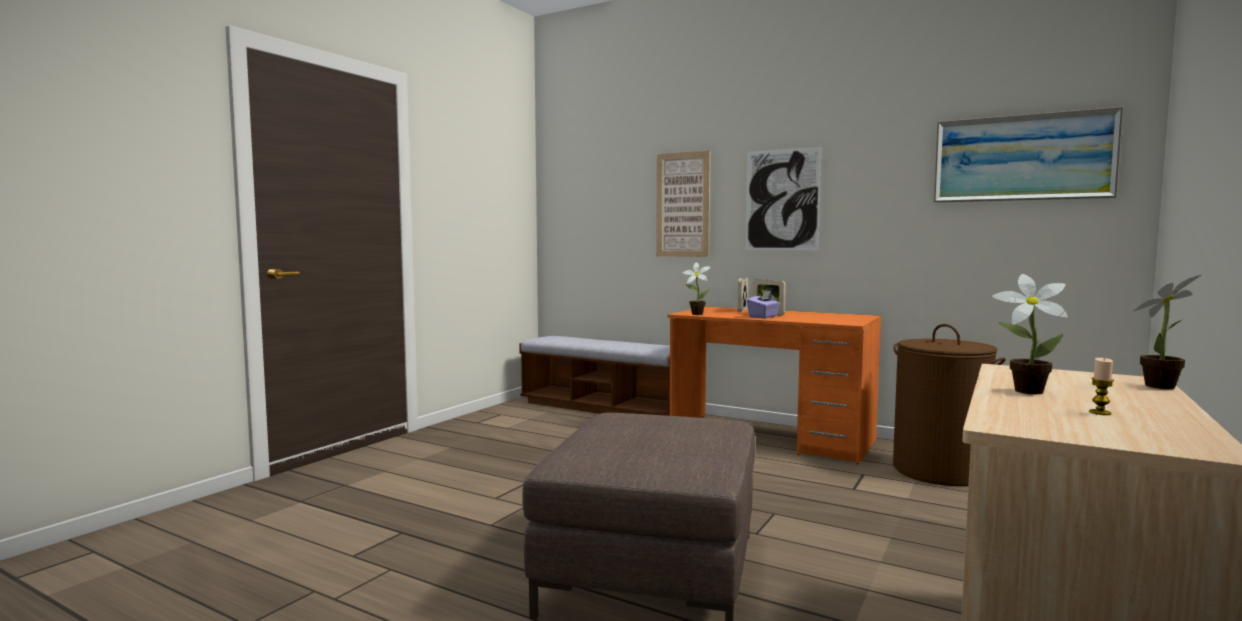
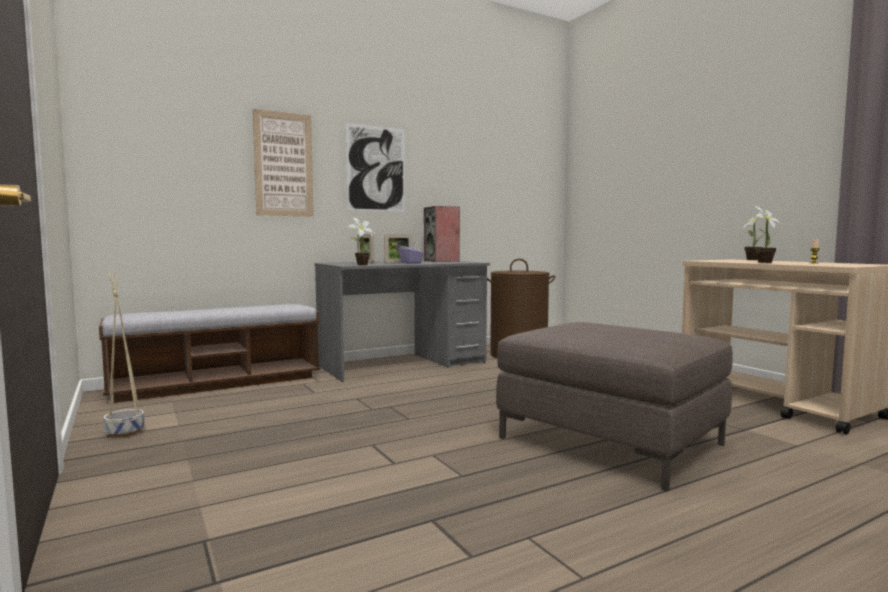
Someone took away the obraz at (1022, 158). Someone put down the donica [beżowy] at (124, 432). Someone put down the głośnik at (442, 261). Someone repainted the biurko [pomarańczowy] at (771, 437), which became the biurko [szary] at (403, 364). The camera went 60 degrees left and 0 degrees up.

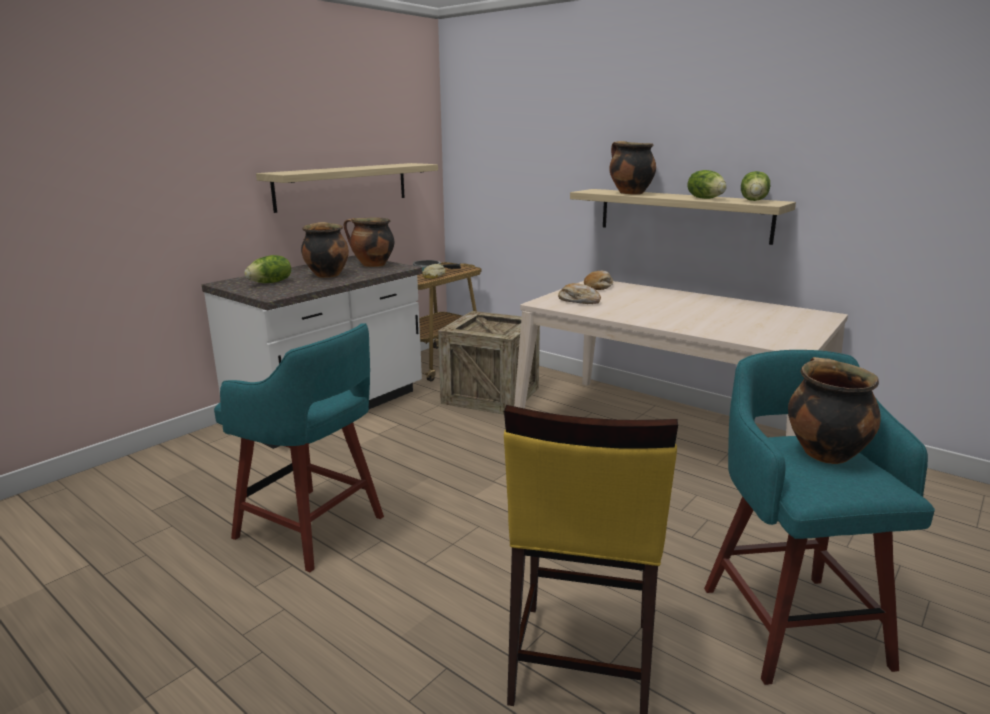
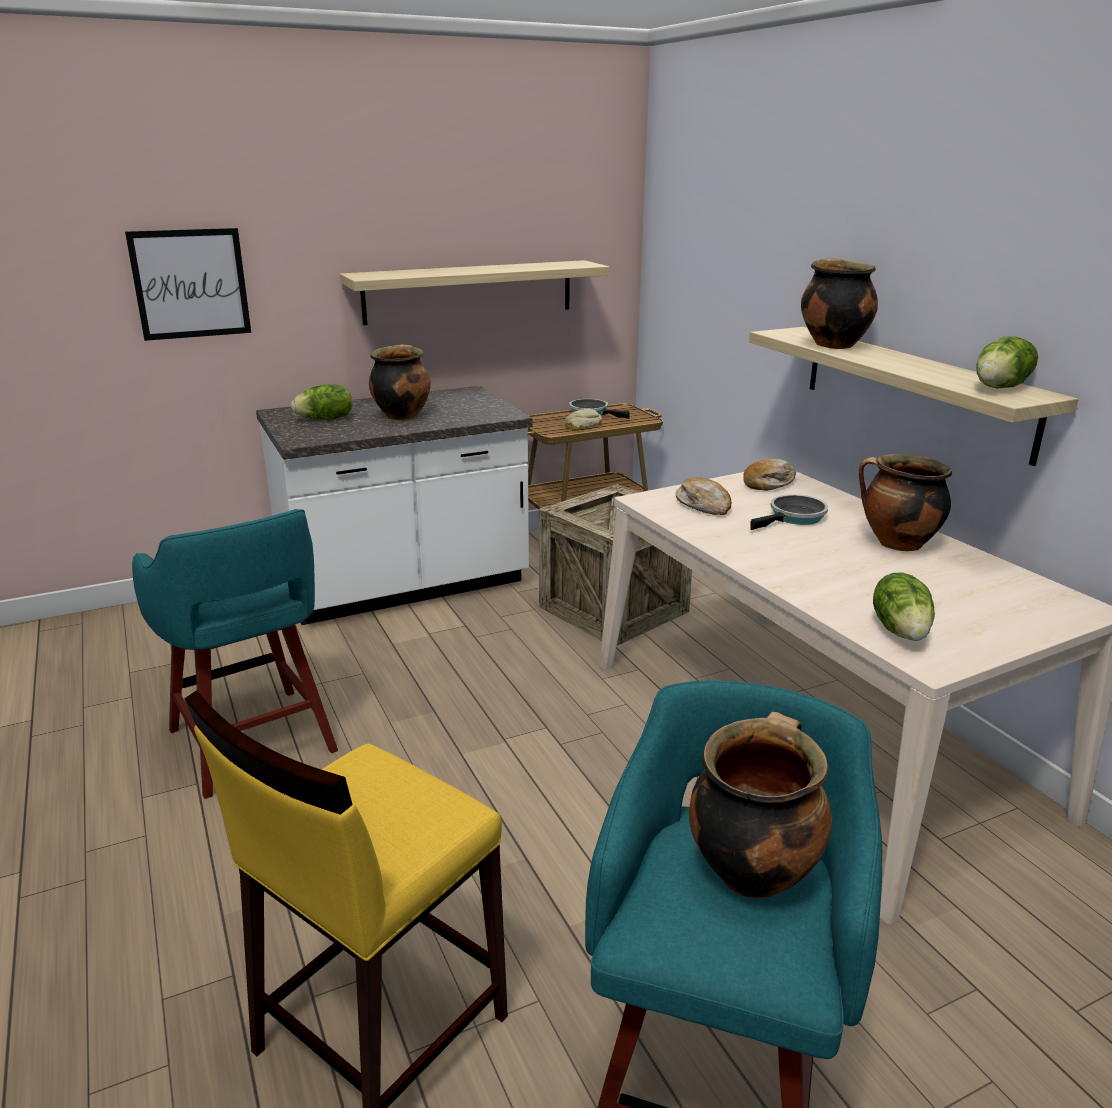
Someone put up the obraz at (190, 284). Someone put down the patelnia at (794, 517). Someone carried the garnek from (372, 265) to (896, 544). Someone carried the sałata from (706, 198) to (901, 630). The camera went 25 degrees right and 5 degrees up.

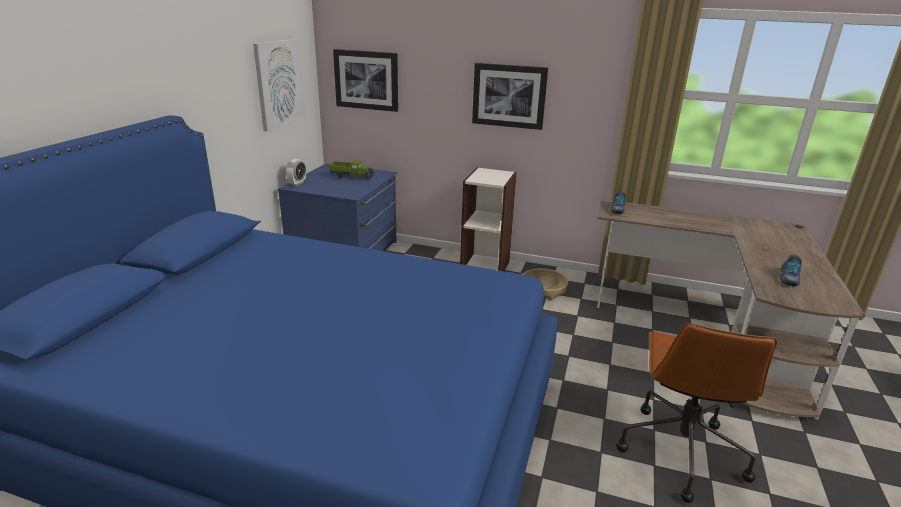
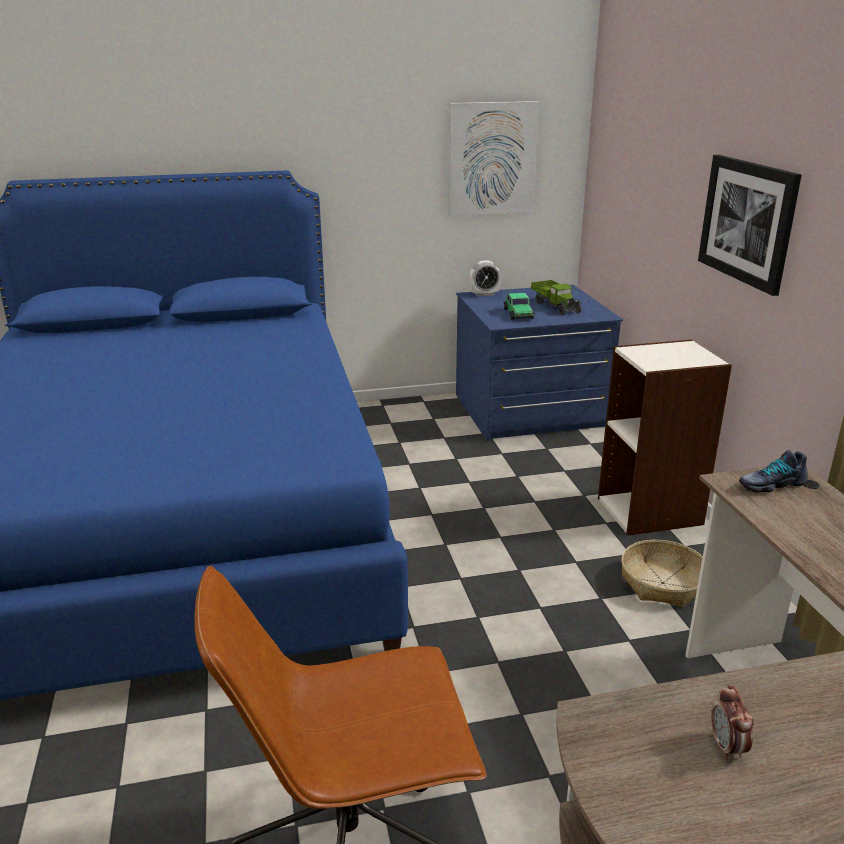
Someone took away the obraz at (366, 80). Someone put down the samochodzik at (518, 314). Someone swapped the but at (788, 278) for the budzik at (727, 747). The camera went 60 degrees right and 0 degrees up.

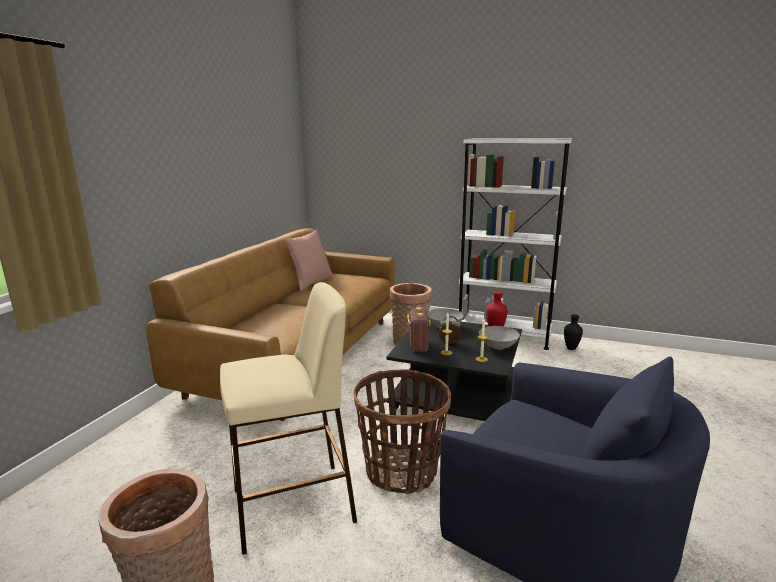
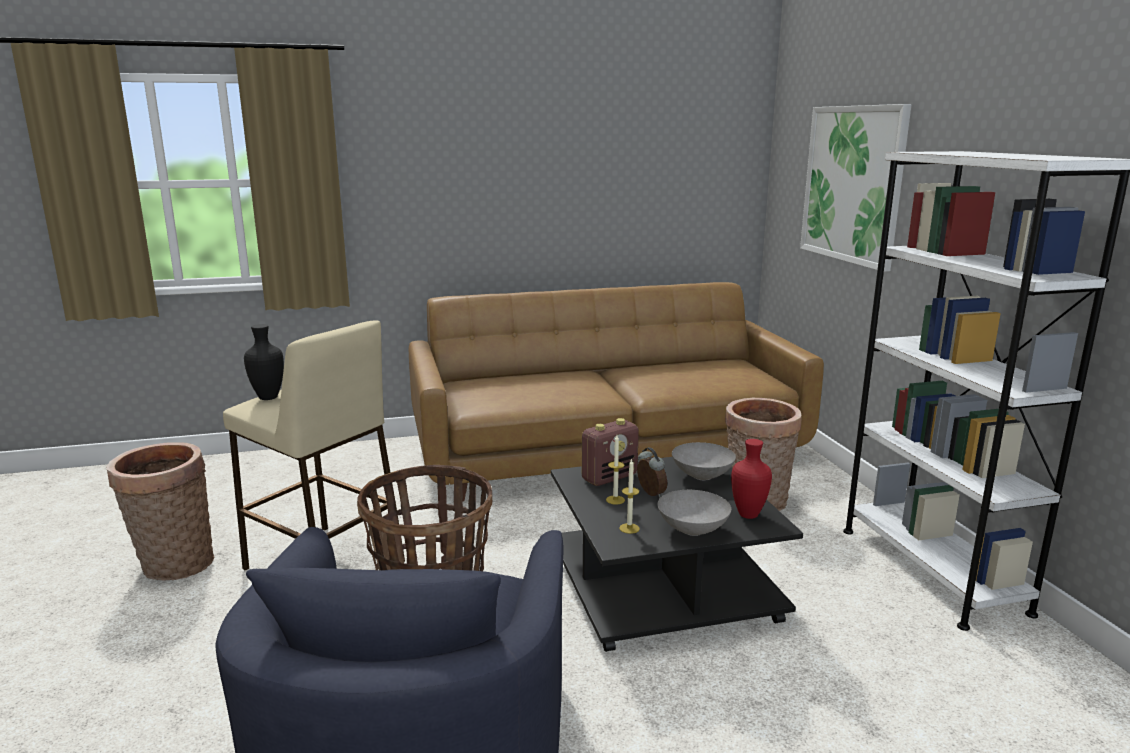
Someone took away the poduszka [różowy] at (311, 283). Someone put up the obraz at (852, 184). Someone carried the wazon [czarny] from (571, 348) to (268, 398). The camera went 55 degrees right and 0 degrees up.

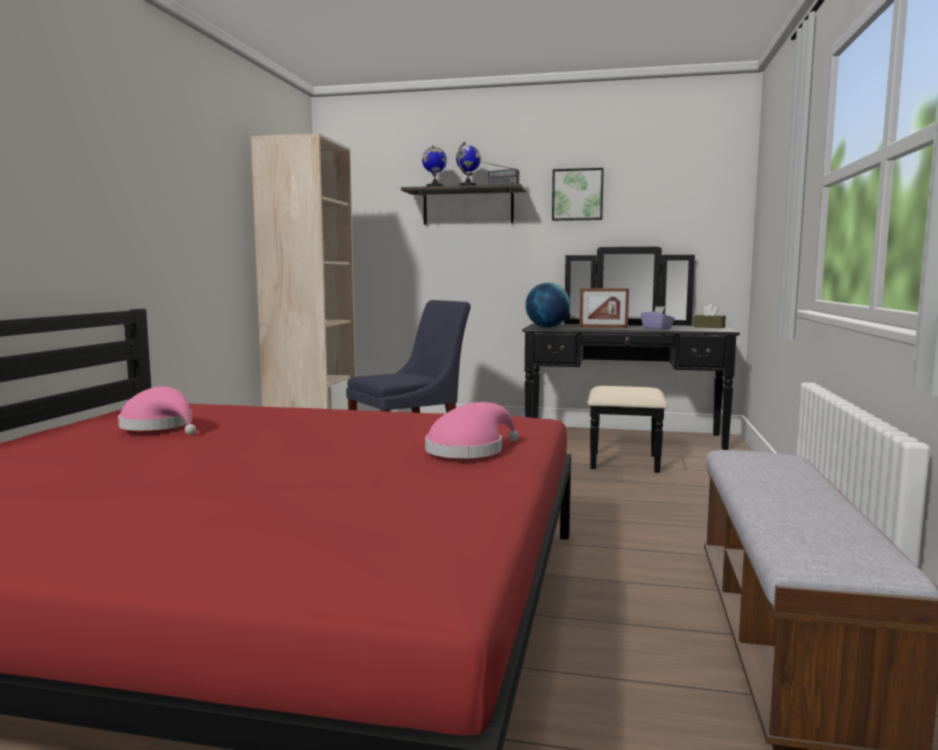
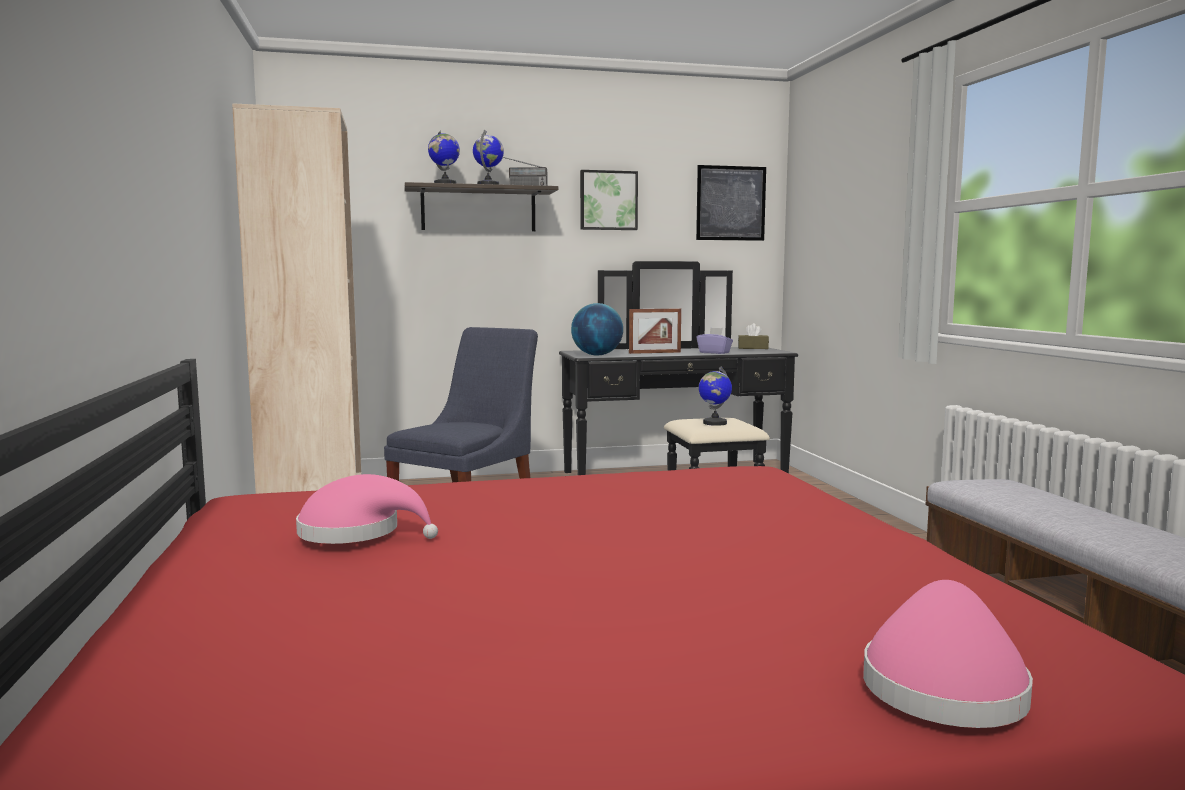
Someone put up the obraz at (731, 203). Someone put down the globus at (714, 423). Someone carried the kapelusz [różowy] from (469, 450) to (942, 685). The camera went 25 degrees left and 0 degrees up.

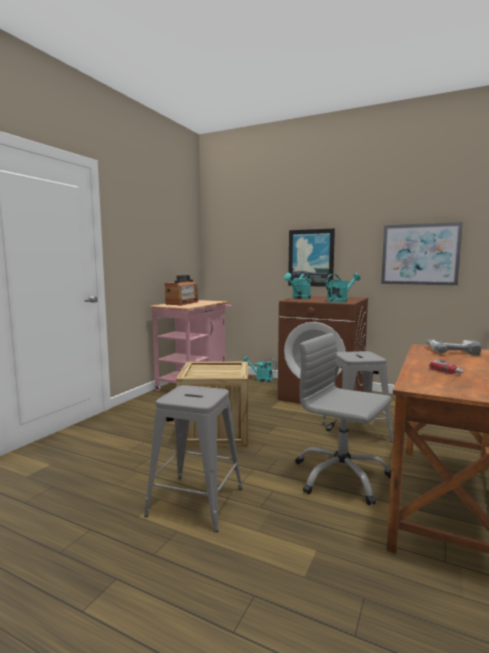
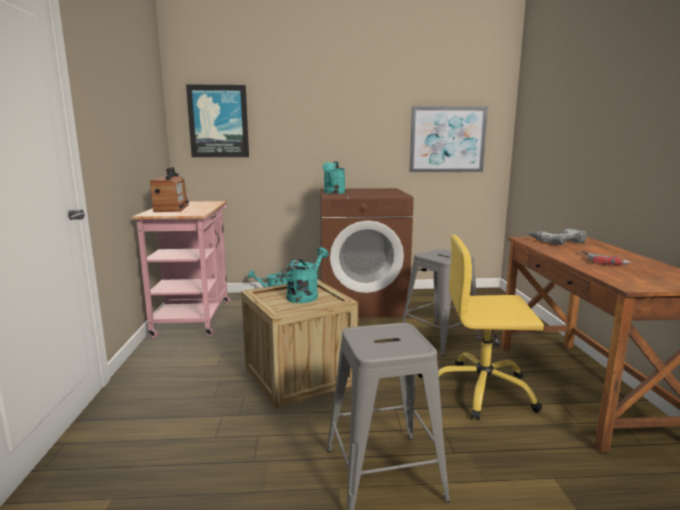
Someone carried the obraz from (311, 258) to (218, 121). Someone carried the konewka [turkusowy] from (340, 301) to (305, 295). Someone repainted the krzesło biurowe [szary] at (341, 477), which became the krzesło biurowe [żółty] at (482, 391). The camera went 30 degrees left and 5 degrees up.

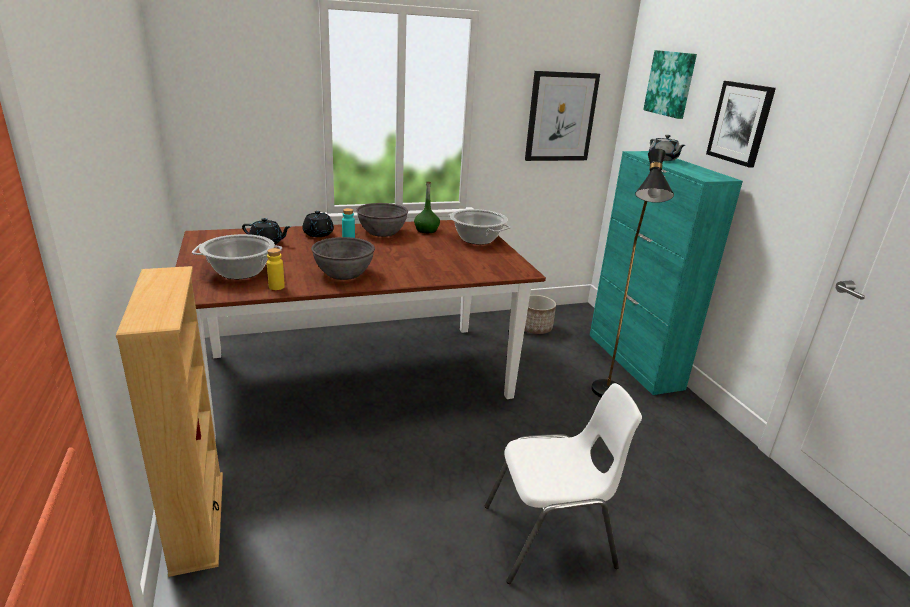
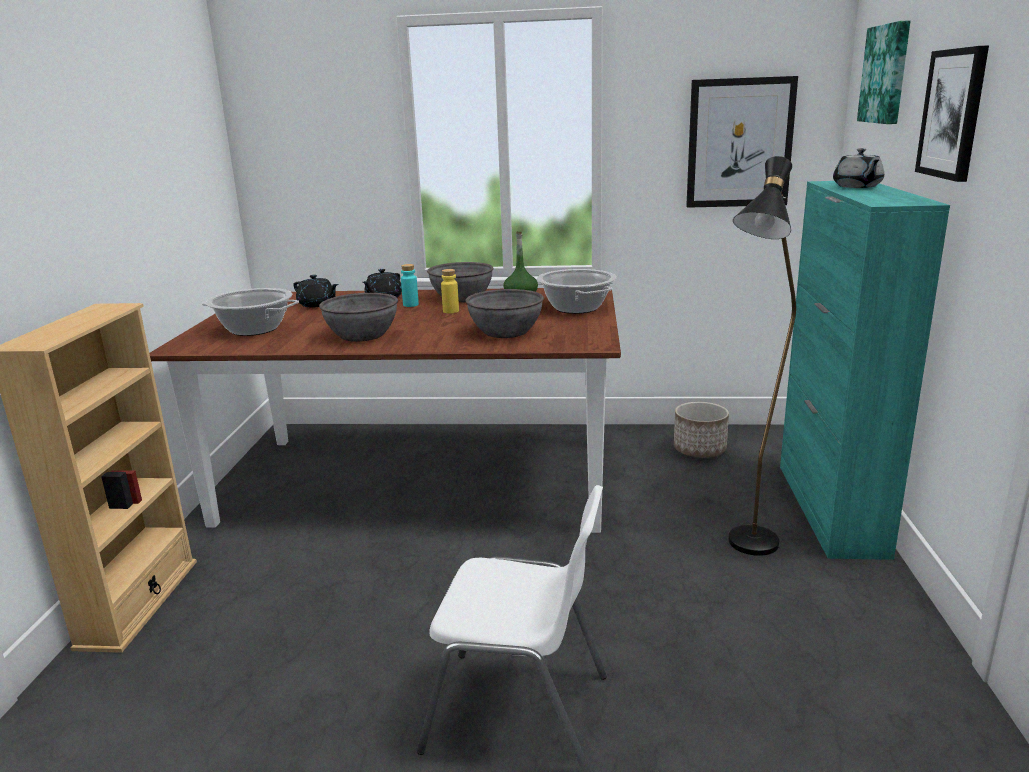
Someone put down the miska [szary] at (506, 332). Someone carried the butelka [żółty] from (276, 287) to (451, 311). The camera went 25 degrees right and 5 degrees down.

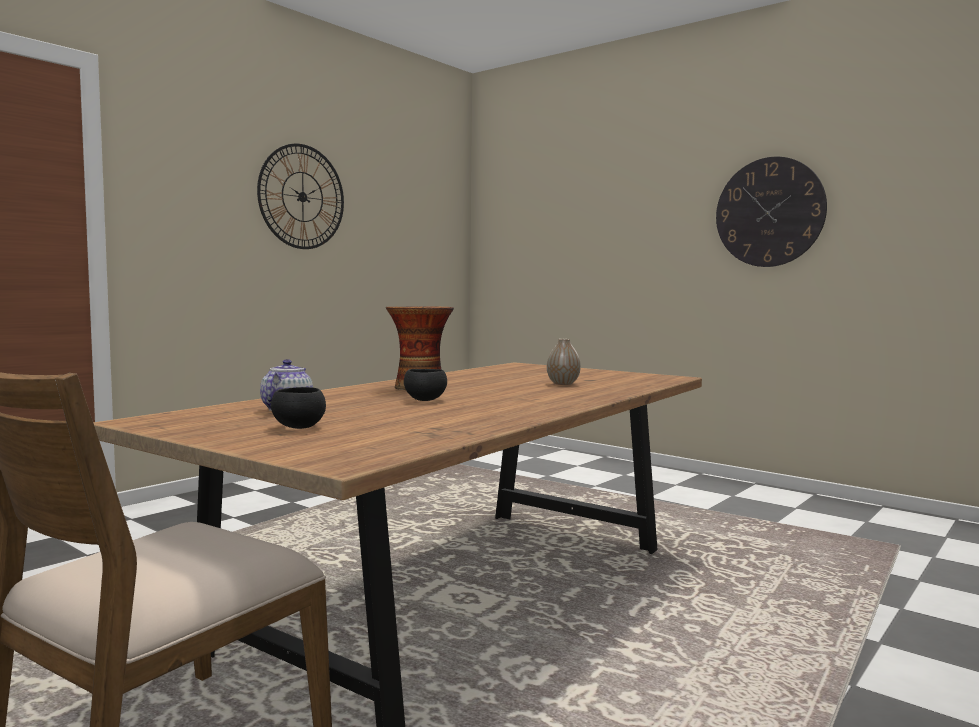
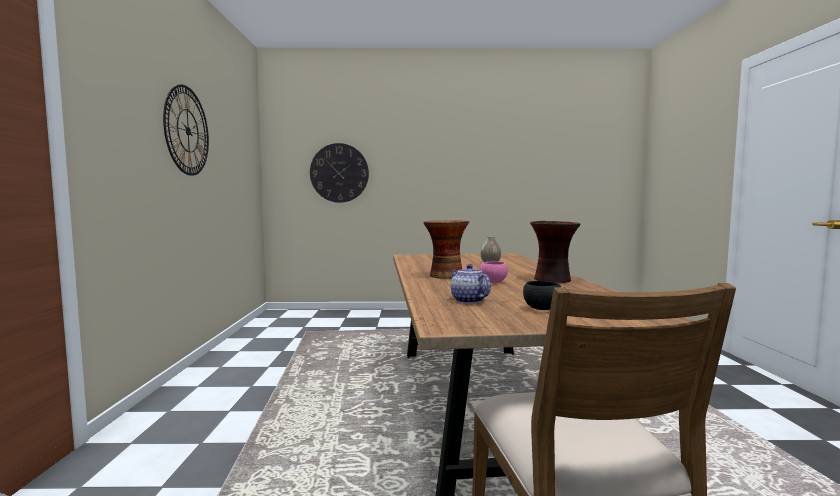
Someone put down the wazon at (553, 280). Someone carried the zegar ścienny from (769, 212) to (339, 173). Someone repainted the miska [czarny] at (425, 400), which became the miska [różowy] at (493, 282). The camera went 40 degrees left and 0 degrees up.

